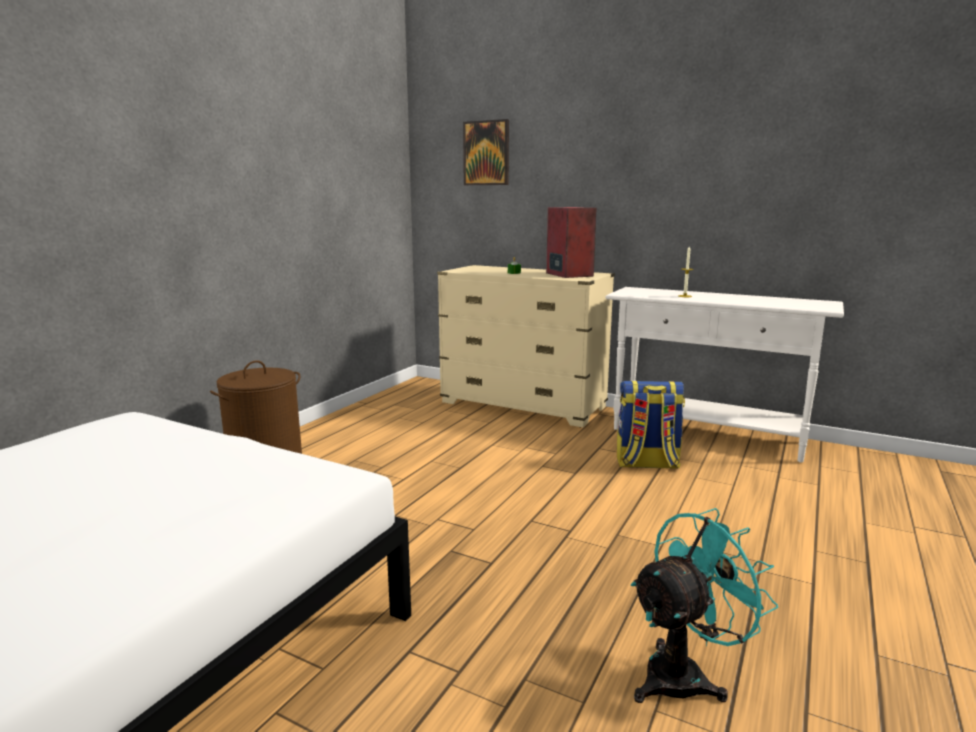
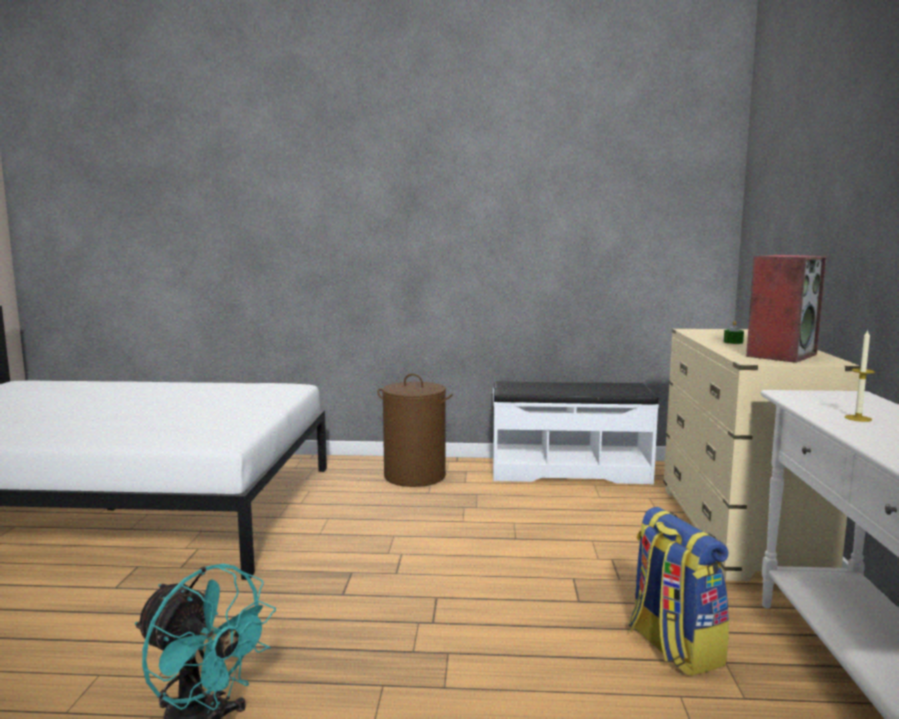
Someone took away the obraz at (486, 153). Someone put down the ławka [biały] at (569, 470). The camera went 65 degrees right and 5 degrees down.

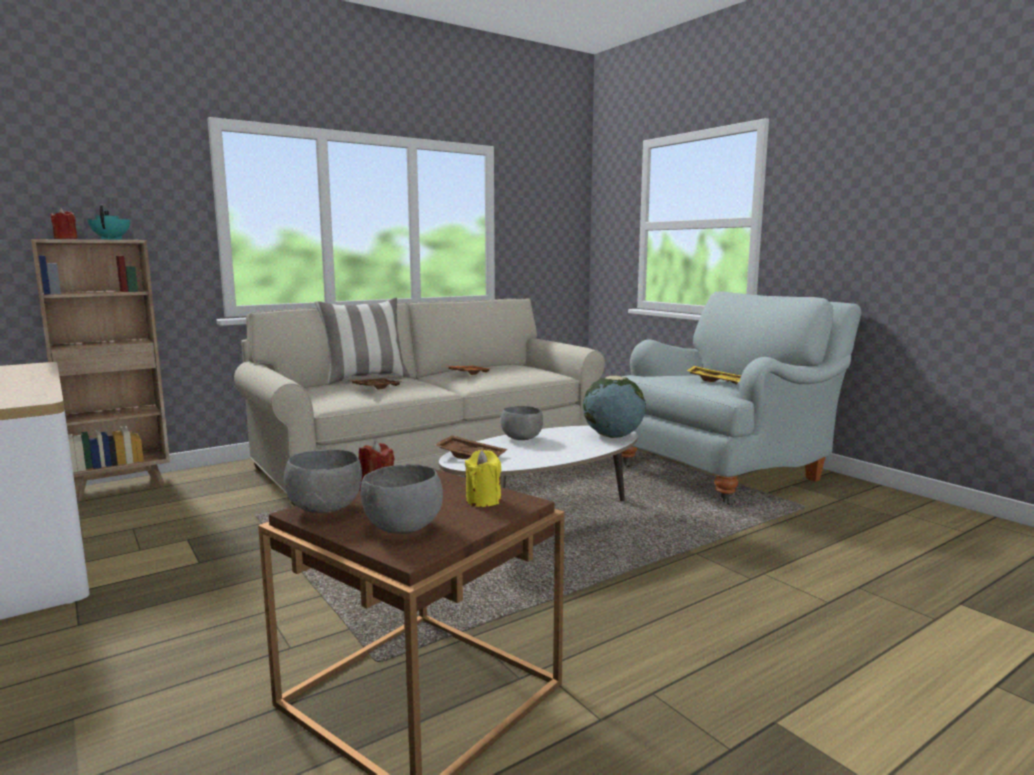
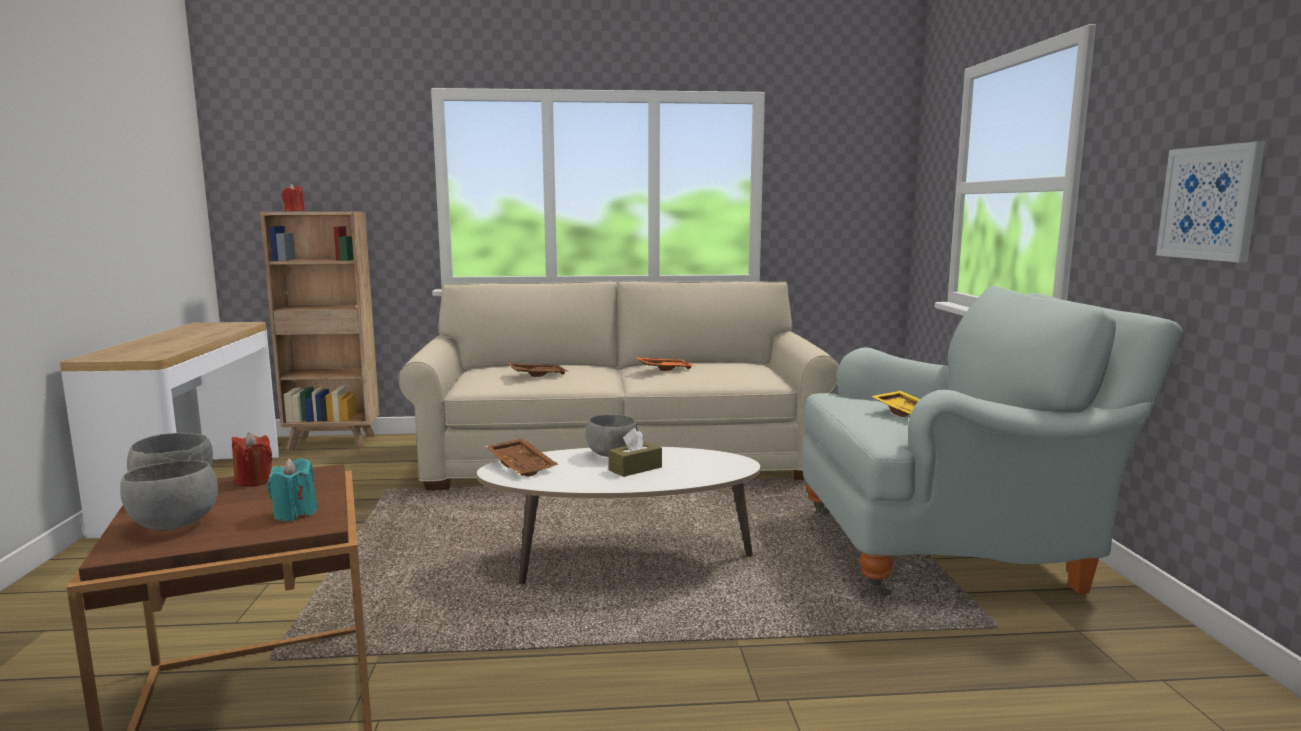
Someone took away the imbryk [turkusowy] at (111, 239). Someone took away the poduszka at (365, 378). Someone took away the globus at (612, 436). Someone put down the pudełko chusteczek [brązowy] at (635, 468). Someone put up the obraz at (1210, 203). Someone repainted the świeca [żółty] at (483, 500), which became the świeca [turkusowy] at (295, 514). The camera went 30 degrees right and 0 degrees up.

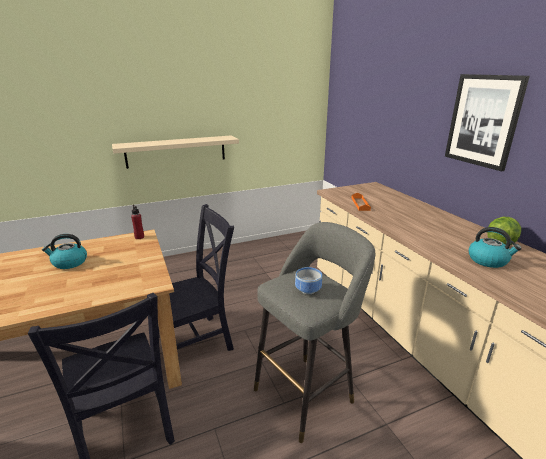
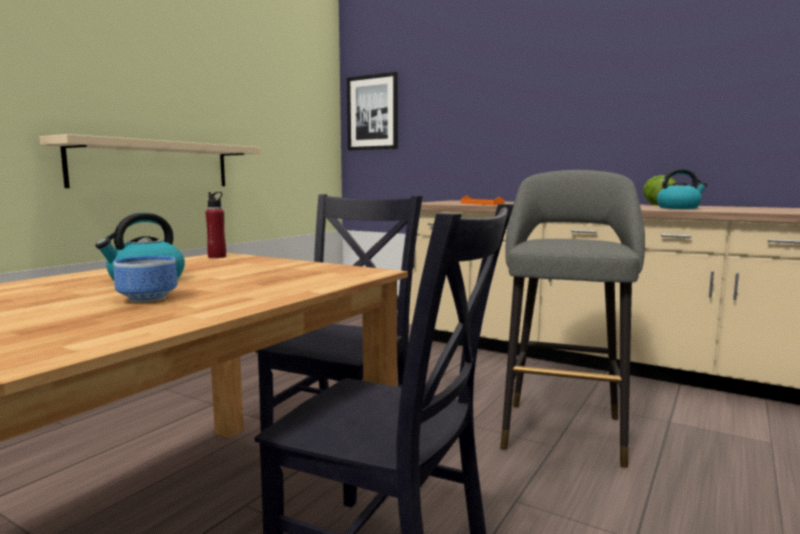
Someone carried the miska from (307, 290) to (146, 299). Someone carried the obraz from (483, 121) to (372, 112). The camera went 35 degrees left and 15 degrees down.

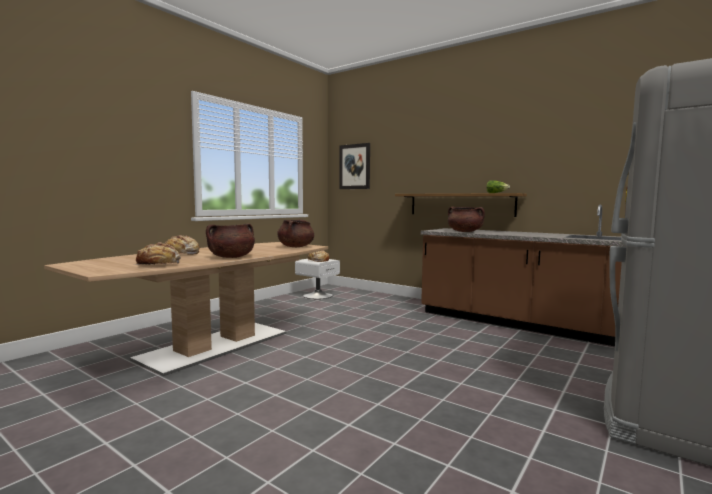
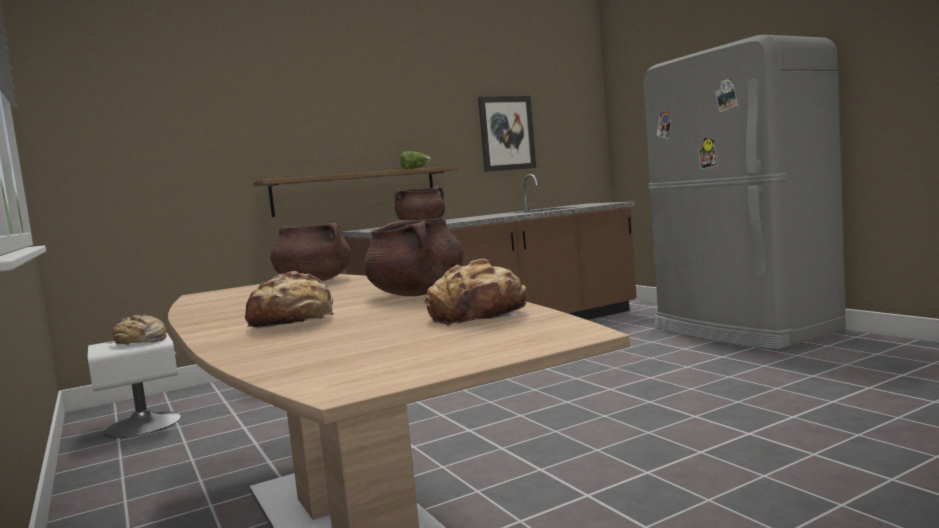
Someone carried the obraz from (355, 166) to (507, 133). The camera went 65 degrees left and 0 degrees up.

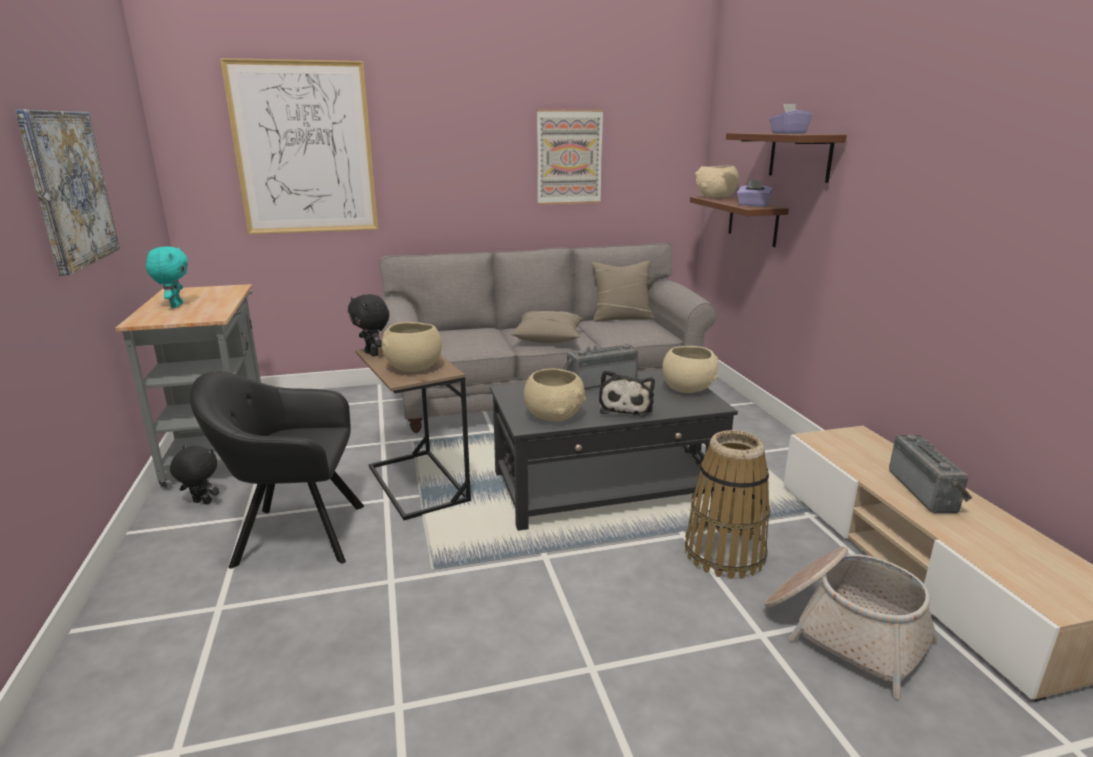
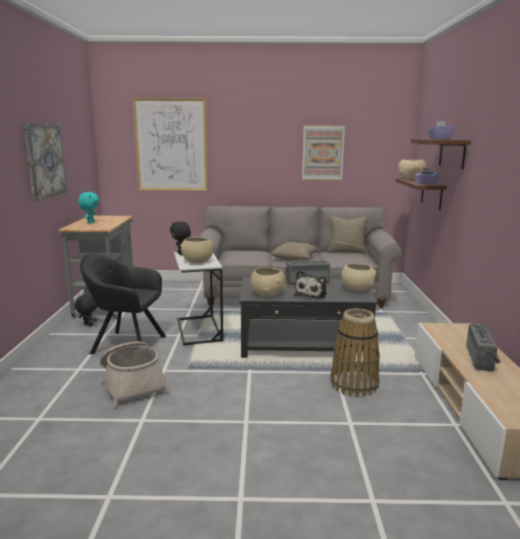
Someone carried the koszyk from (843, 631) to (132, 384). Someone repainted the stolik [brązowy] at (418, 483), which became the stolik [biały] at (199, 330). The camera went 15 degrees right and 5 degrees down.

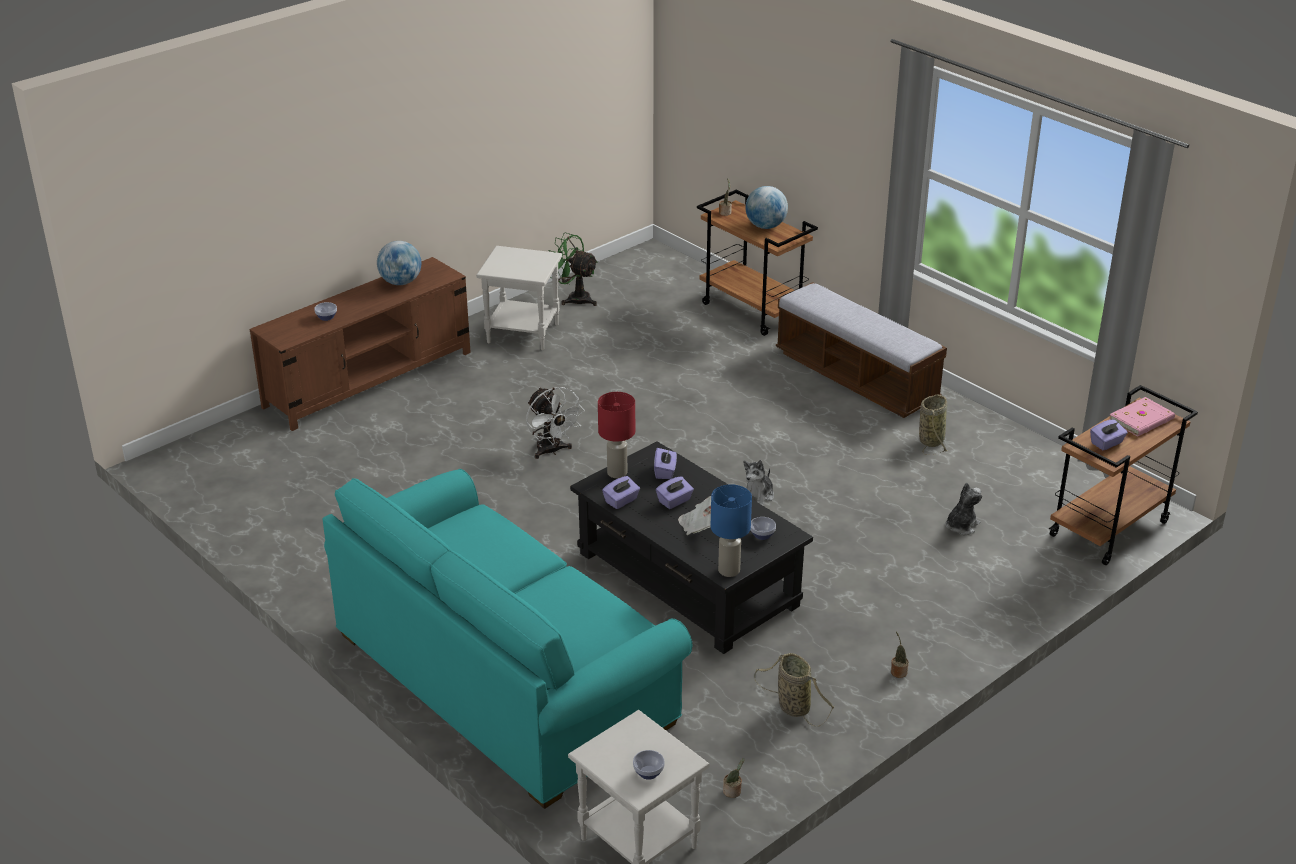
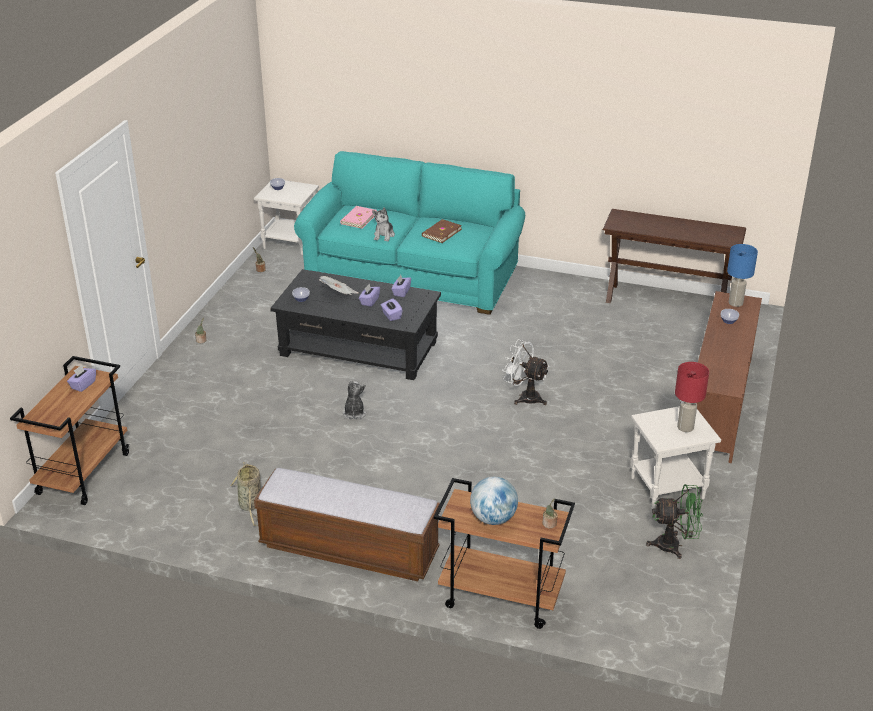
Someone took away the globus at (400, 282). Someone took away the koszyk at (791, 706). Someone put down the książka [brązowy] at (441, 232). Someone put down the stolik konsolowy [brązowy] at (665, 302). Someone carried the lampa stołowa [czerwony] from (617, 472) to (685, 428). Someone carried the lampa stołowa [niebieski] from (729, 570) to (735, 303). Someone carried the pluszak from (961, 526) to (384, 235). Someone carried the książka [różowy] from (1142, 420) to (358, 219). The camera went 150 degrees right and 0 degrees up.

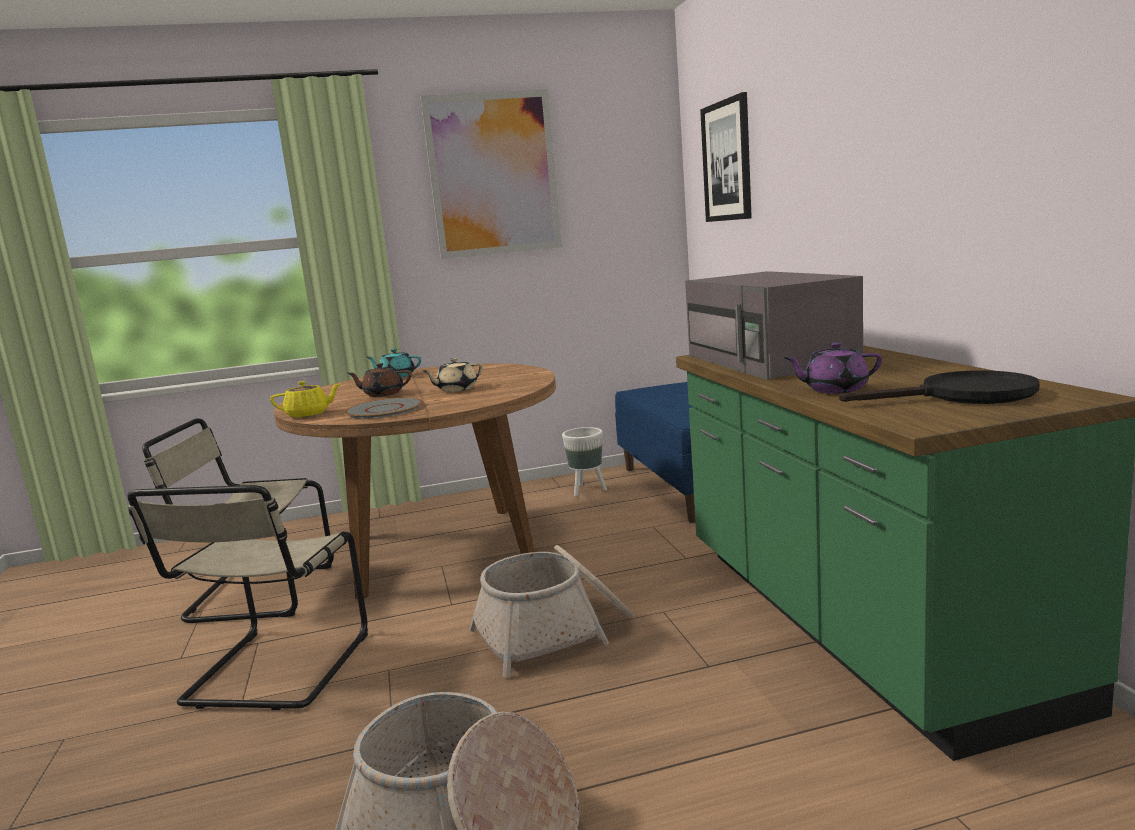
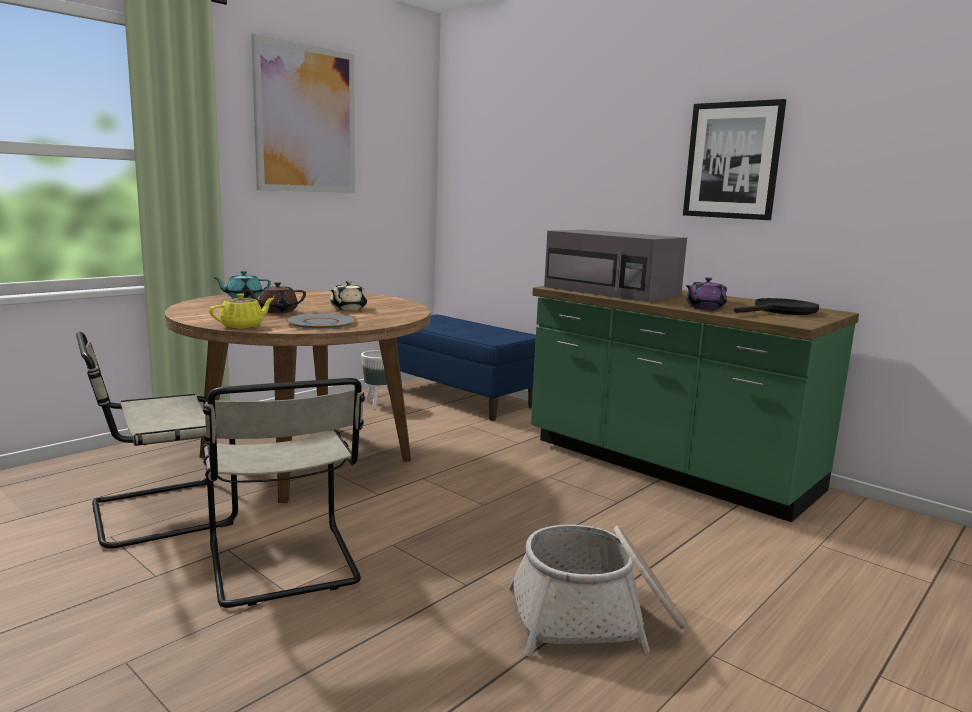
Someone took away the koszyk at (555, 632). Someone carried the obraz from (727, 161) to (732, 160). The camera went 35 degrees left and 0 degrees up.

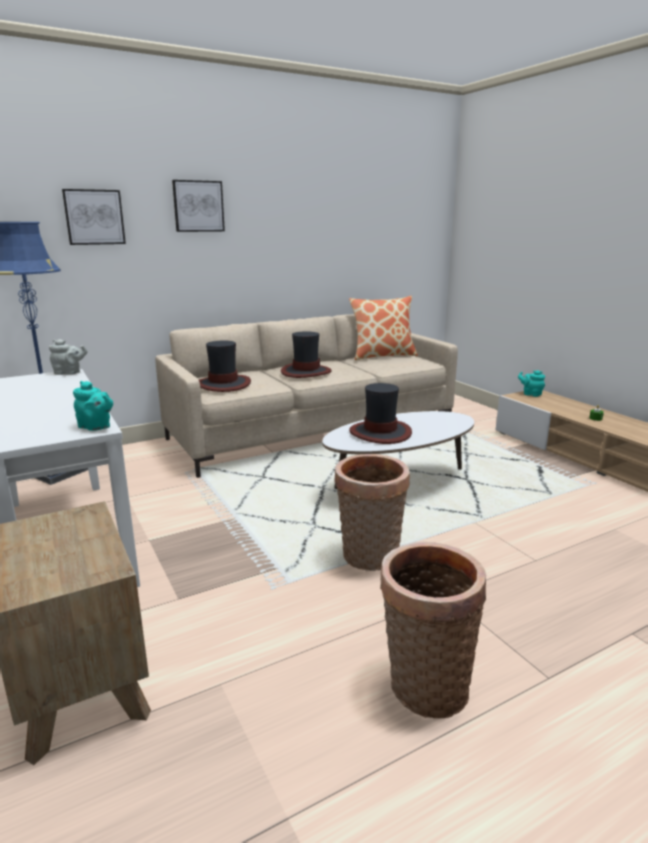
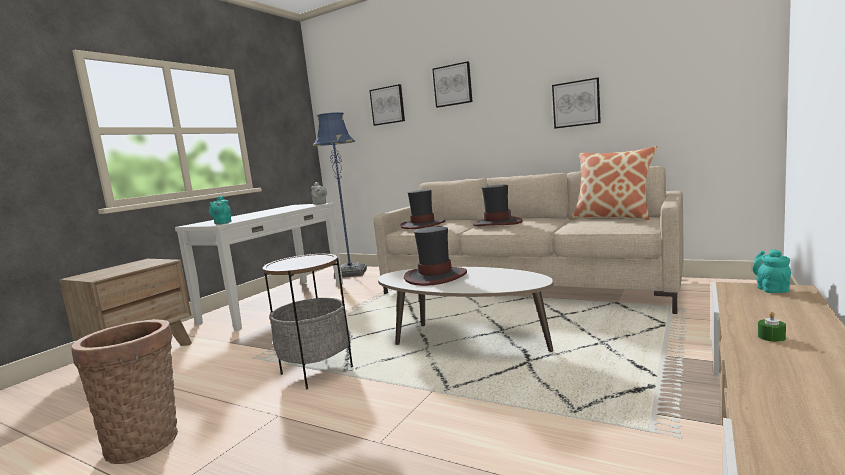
Someone put up the obraz at (576, 103). Someone swapped the koszyk at (369, 558) for the stolik at (316, 371). The camera went 60 degrees right and 10 degrees down.

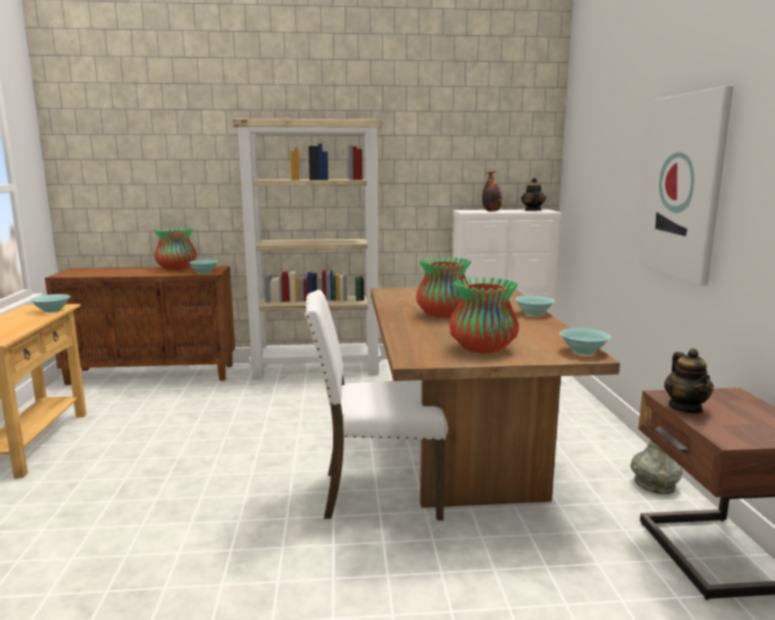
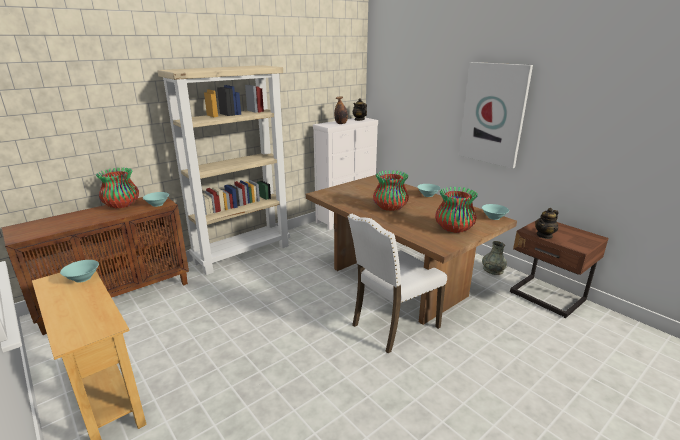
Someone rotated the imbryk at (686, 408) by 90 degrees clockwise. The camera went 35 degrees left and 10 degrees up.

